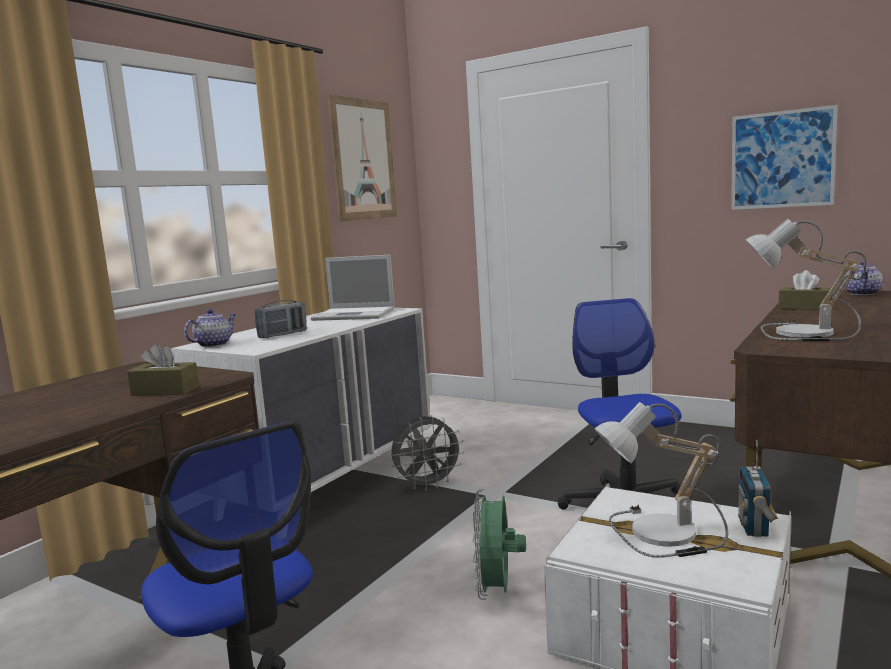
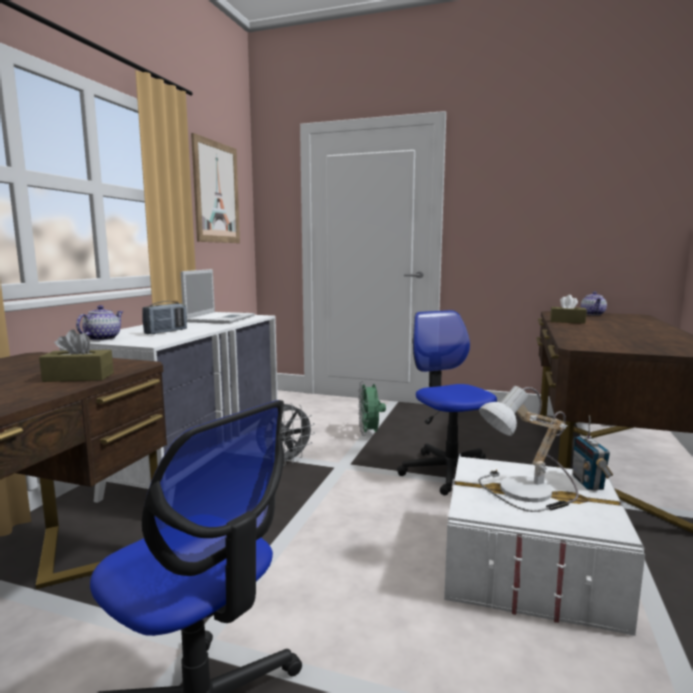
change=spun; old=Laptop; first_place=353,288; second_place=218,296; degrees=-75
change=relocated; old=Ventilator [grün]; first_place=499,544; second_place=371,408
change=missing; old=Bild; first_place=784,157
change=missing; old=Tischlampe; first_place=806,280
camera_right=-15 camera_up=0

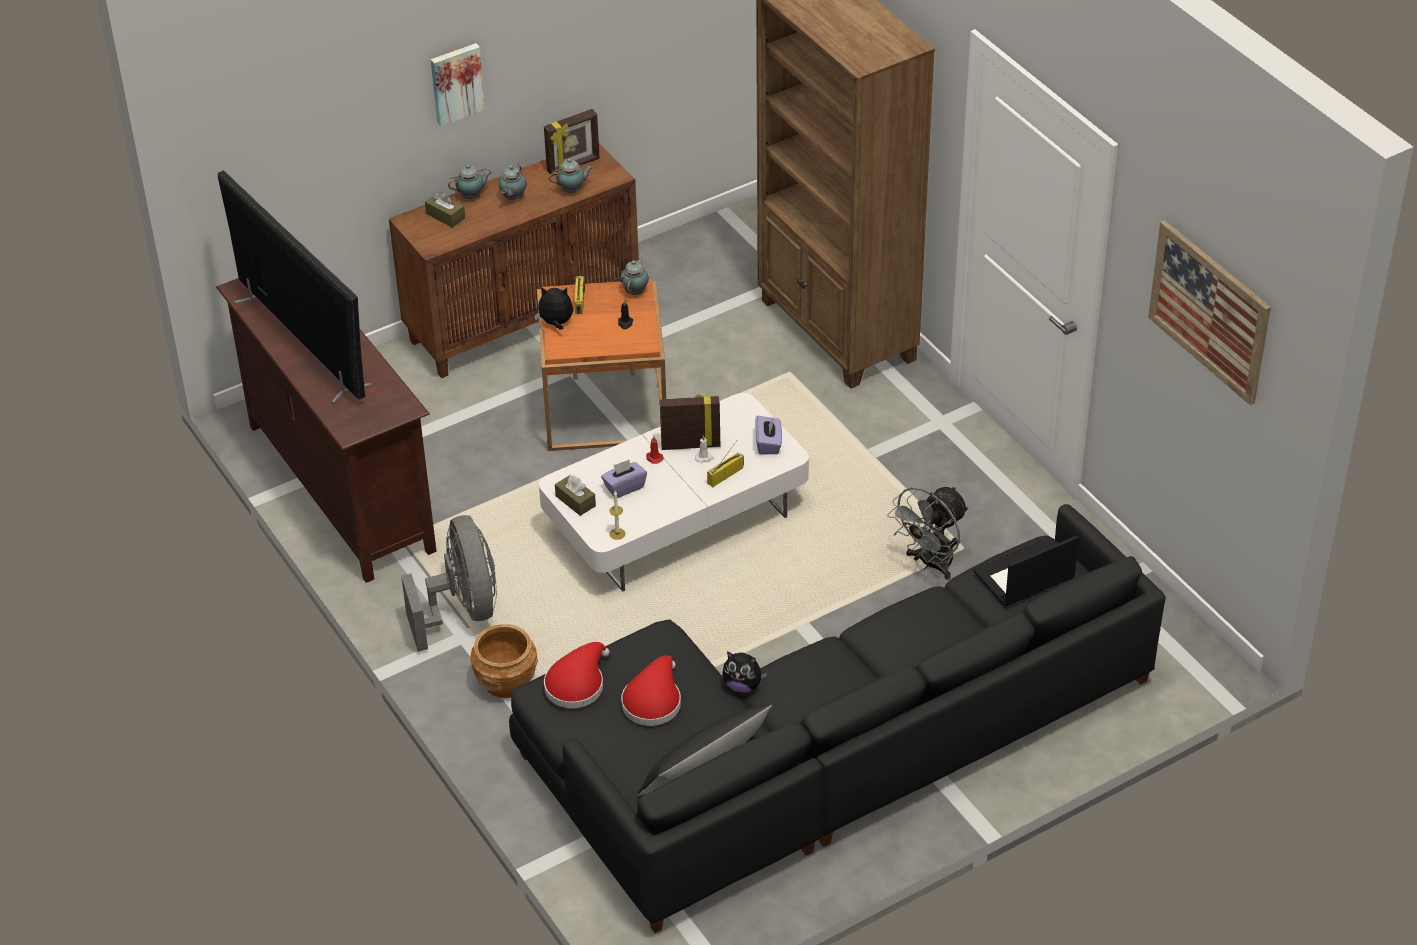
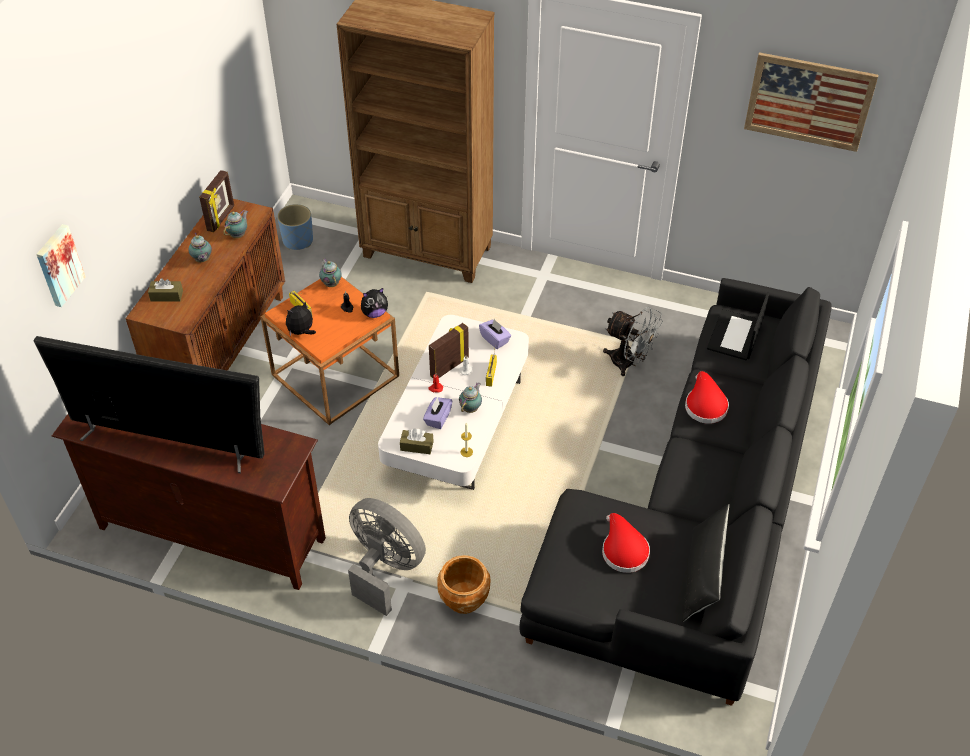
change=relocated; old=Bild; first_place=458,84; second_place=61,265
change=appeared; new=Pflanzkübel [blau]; second_place=295,227
change=relocated; old=Plüschtier; first_place=745,672; second_place=374,303
change=relocated; old=Teekanne; first_place=470,182; second_place=470,398
change=spun; old=Ventilator [grau]; first_place=928,533; second_place=633,341; degrees=-60
change=relocated; old=Hut [rot]; first_place=577,675; second_place=707,397
camera_right=-40 camera_up=5

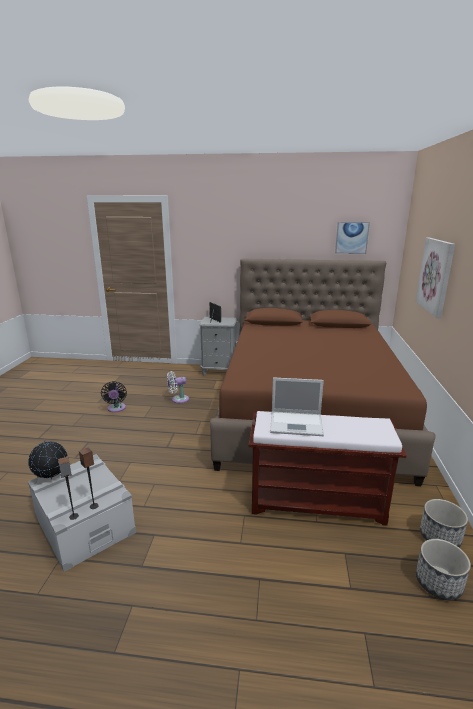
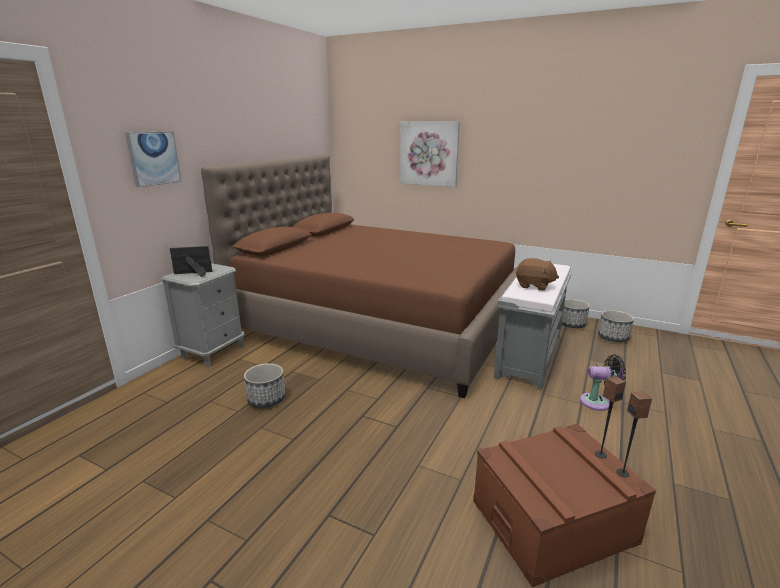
change=relocated; old=Bild; first_place=352,238; second_place=153,159
change=exchanged; old=Ventilator [weiß]; new=Pflanzkübel; first_place=178,387; second_place=264,385
change=colour; old=Aufbewahrungsbox [grau]; new=Aufbewahrungsbox [braun]; first_place=82,513; second_place=564,505
change=colour; old=Bank [braun]; new=Bank [grau]; first_place=328,468; second_place=533,327
change=exchanged; old=Laptop; new=Plüschtier [braun]; first_place=297,406; second_place=537,274
change=relocated; old=Ventilator [schwarz]; first_place=114,396; second_place=603,383
change=missing; old=Globus; first_place=48,459
camera_right=-70 camera_up=0

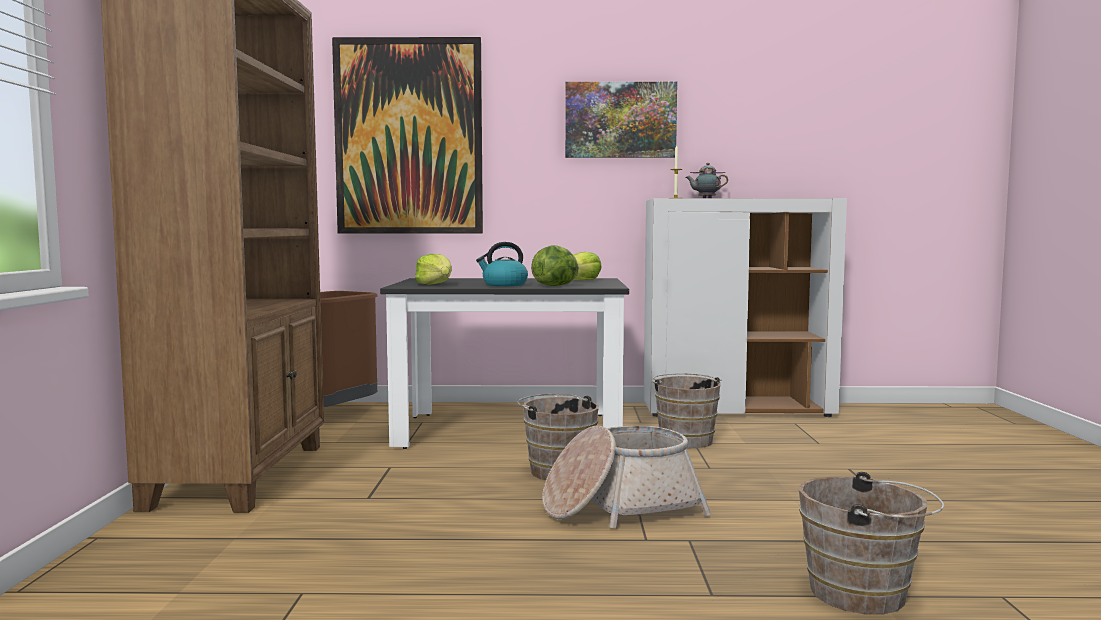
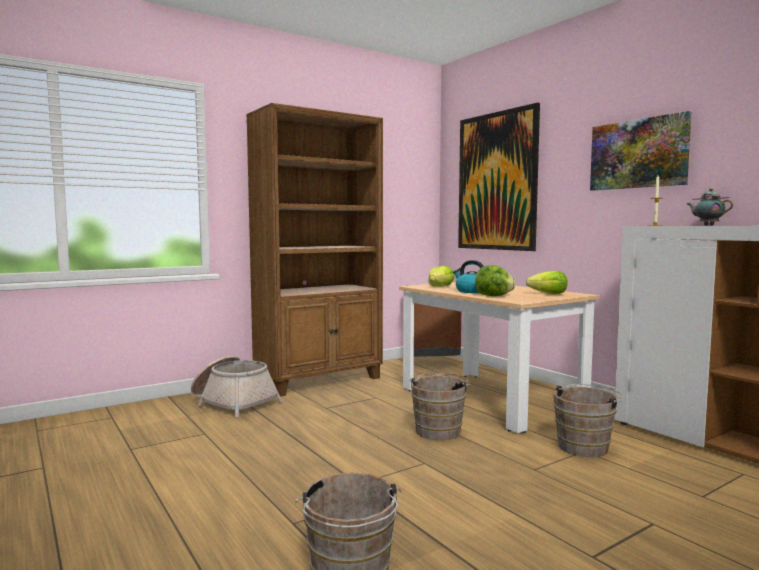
change=relocated; old=Korb; first_place=626,477; second_place=236,387
change=colour; old=Esstisch [schwarz]; new=Esstisch [beige]; first_place=504,363; second_place=499,357
camera_right=55 camera_up=0

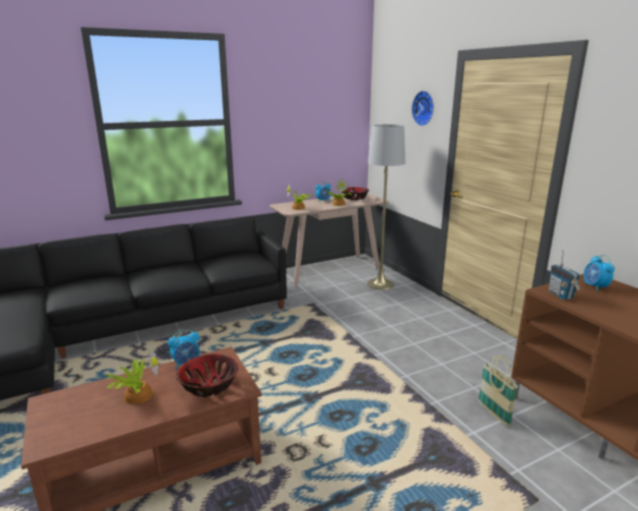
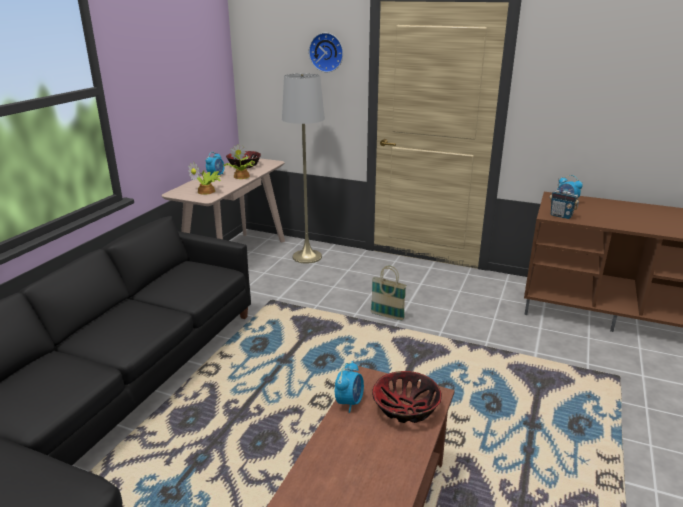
change=relocated; old=Korb; first_place=498,390; second_place=388,293
change=missing; old=Topfpflanze; first_place=132,376
camera_right=-40 camera_up=5

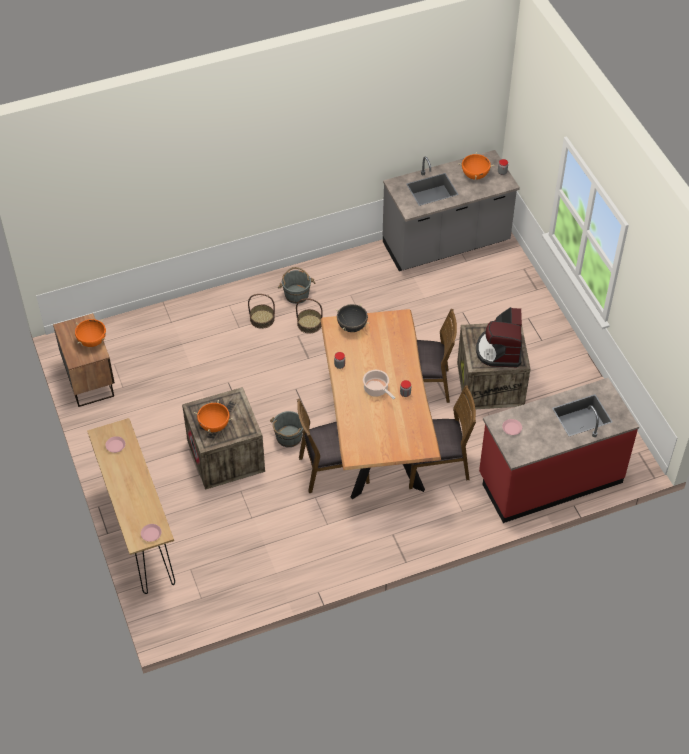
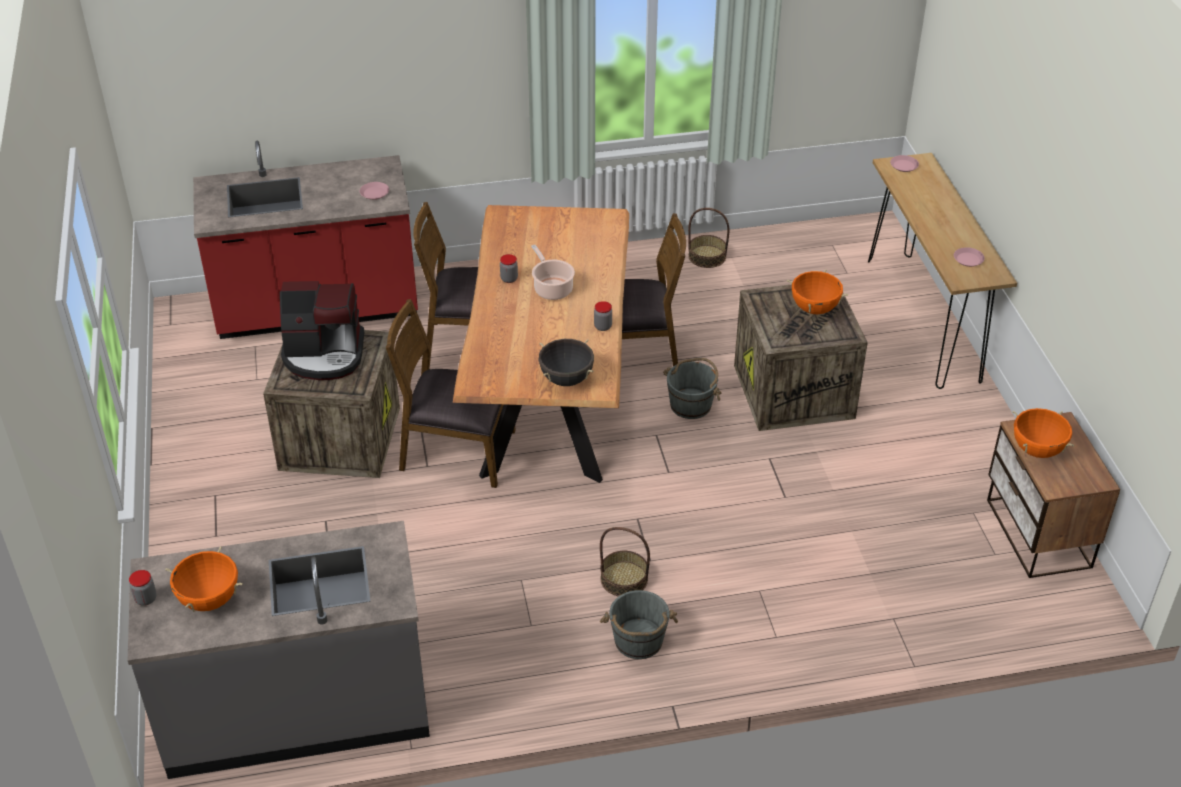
change=spun; old=Kaffeemaschine; first_place=499,337; second_place=322,330; degrees=75
change=relocated; old=Korb; first_place=261,311; second_place=708,238
camera_right=-170 camera_up=-10

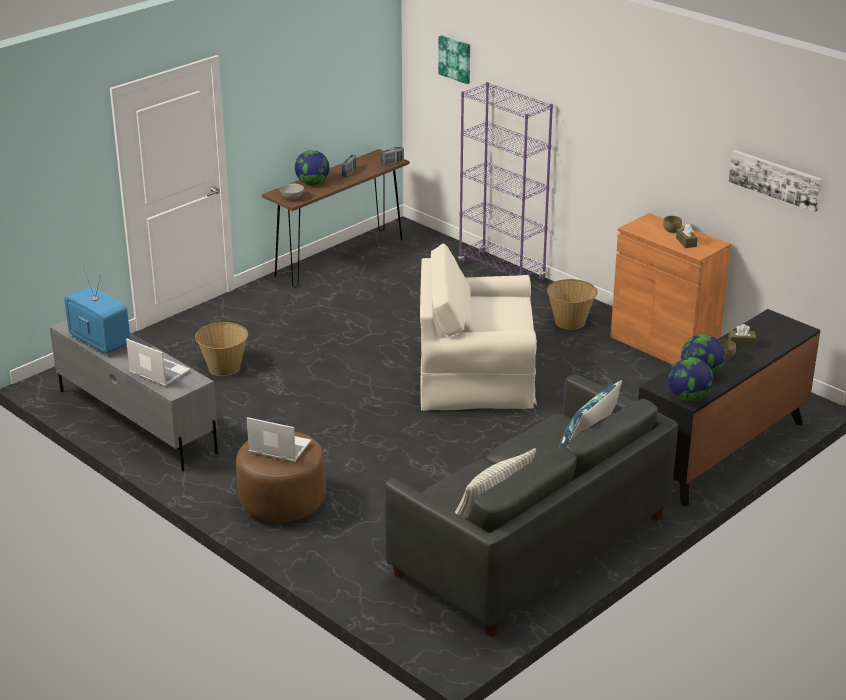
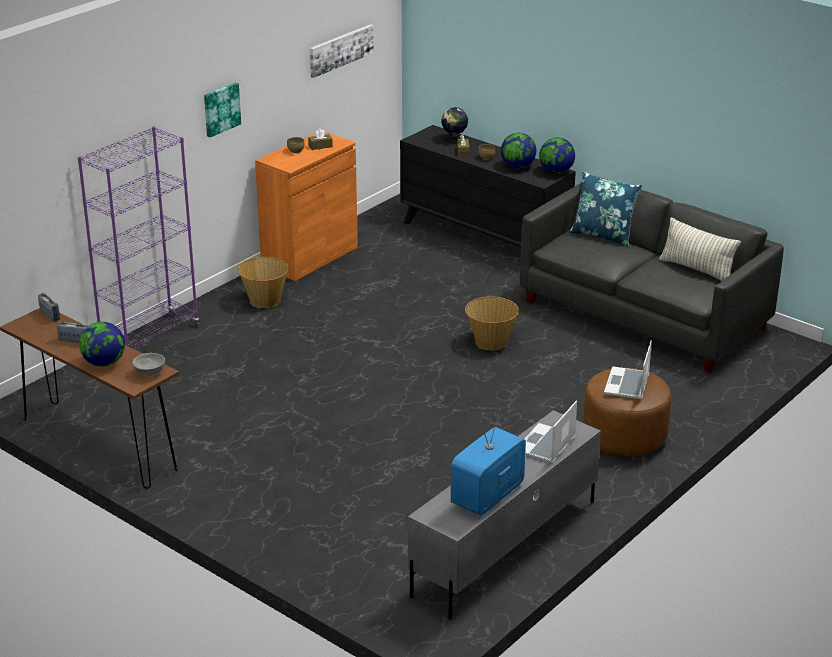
change=relocated; old=Bild; first_place=454,59; second_place=222,110
change=appeared; new=Globus; second_place=454,124
change=relocated; old=Korb; first_place=221,349; second_place=492,323
change=missing; old=Sessel [beige]; first_place=478,327
camera_right=-95 camera_up=0

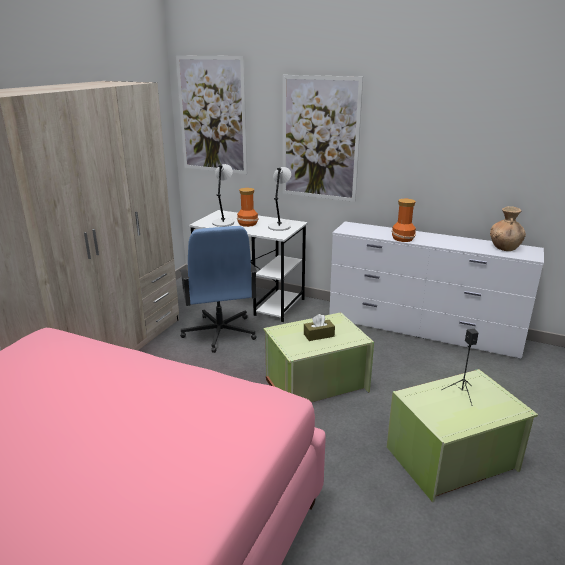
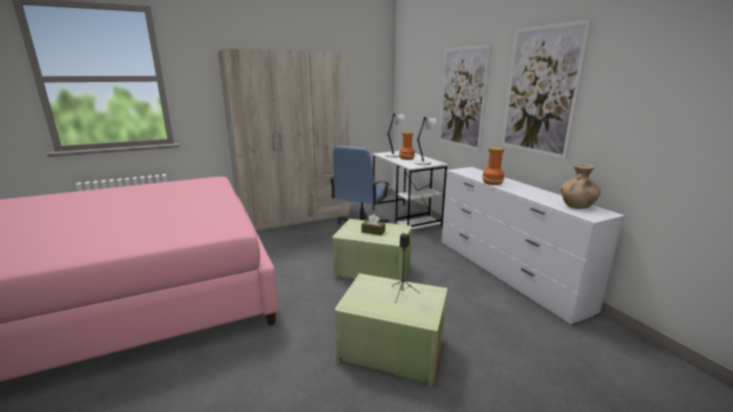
change=relocated; old=Bild; first_place=211,114; second_place=547,89
camera_right=40 camera_up=-5

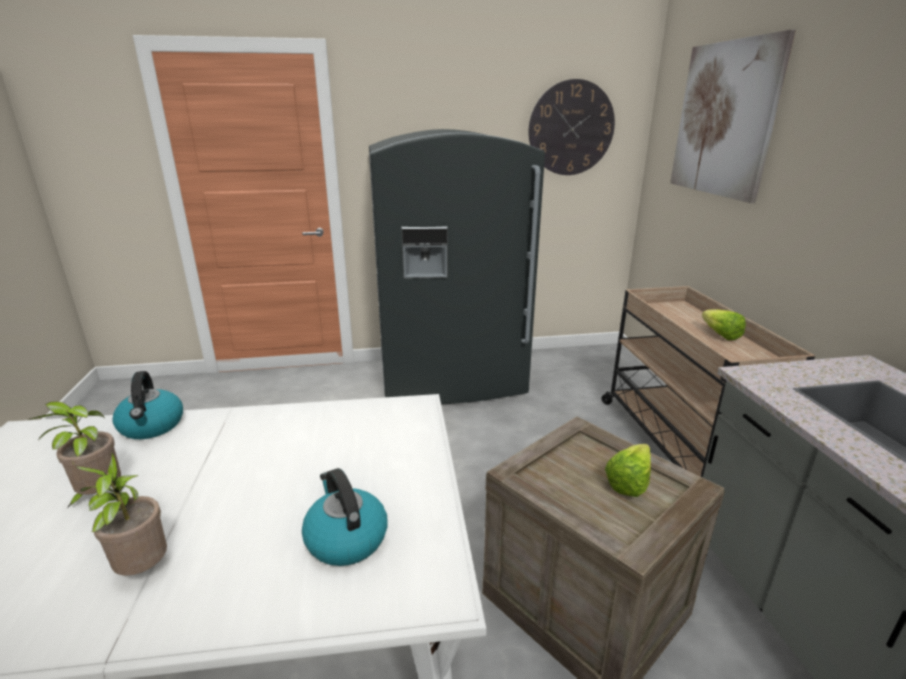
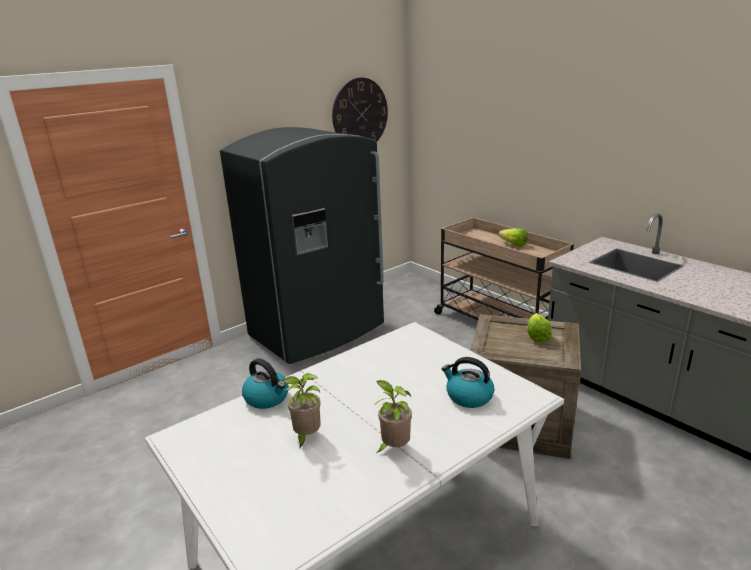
change=missing; old=Bild; first_place=733,116
camera_right=-30 camera_up=0

